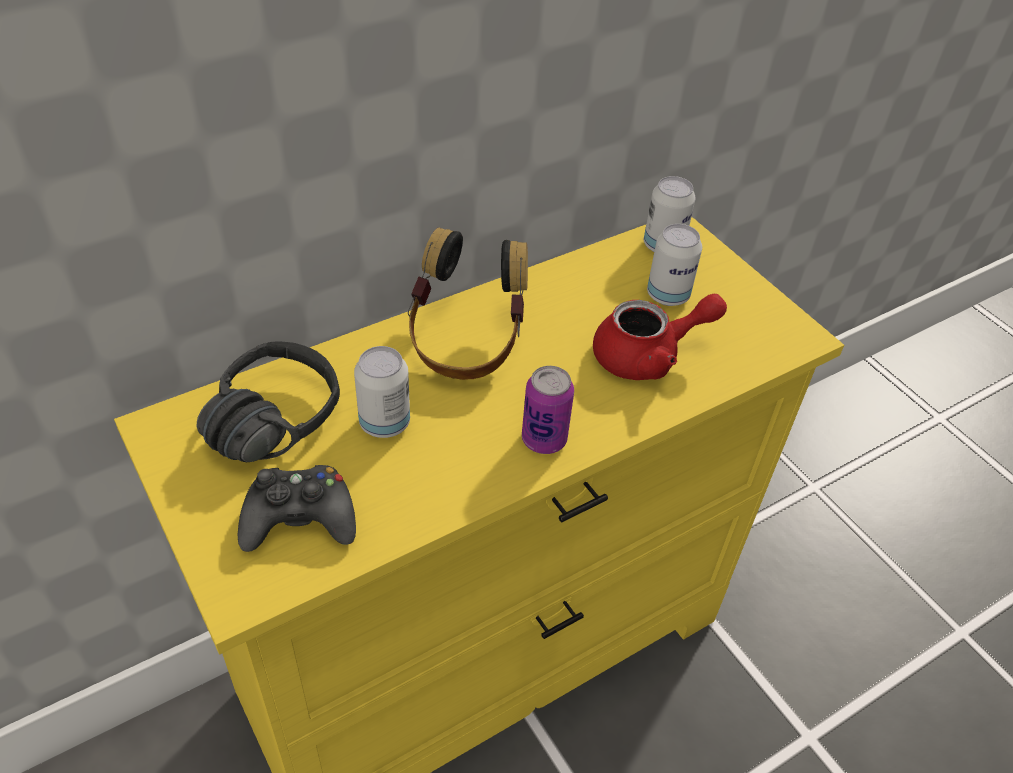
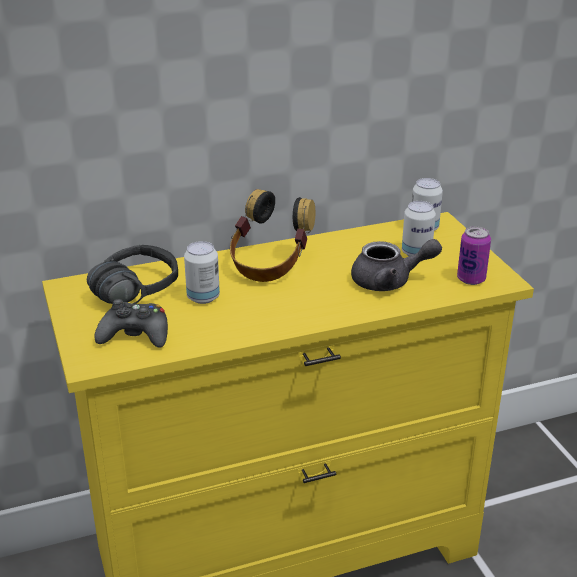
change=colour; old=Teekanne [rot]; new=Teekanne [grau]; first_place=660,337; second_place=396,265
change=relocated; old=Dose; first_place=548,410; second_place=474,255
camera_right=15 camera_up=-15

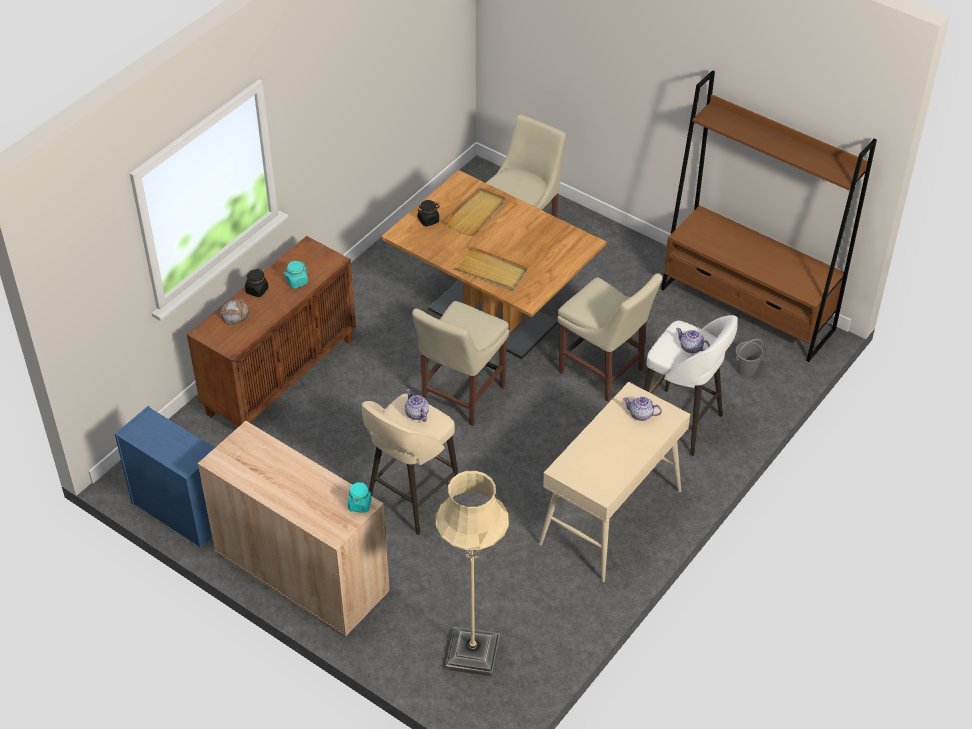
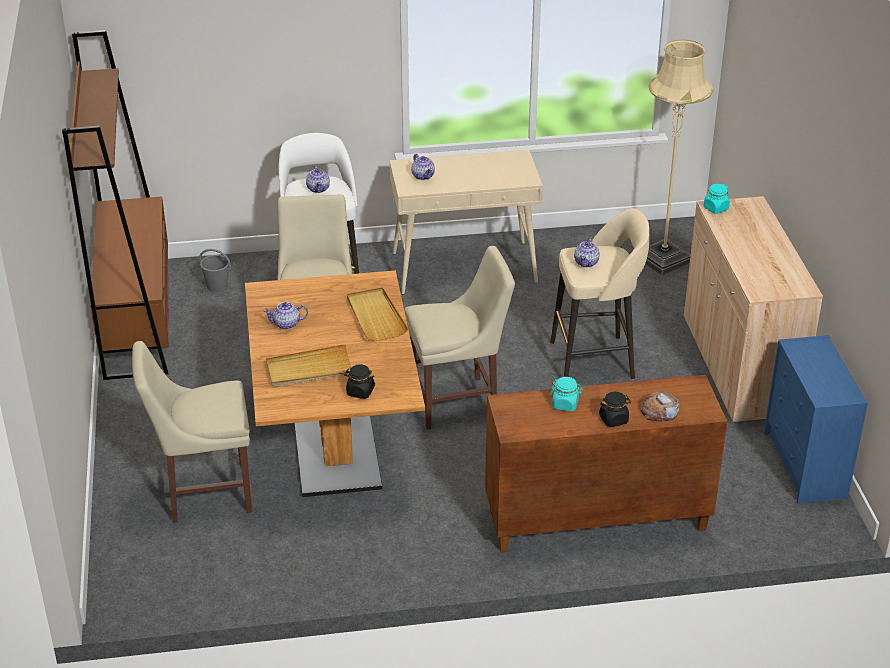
change=appeared; new=Teekanne; second_place=285,316
camera_right=-135 camera_up=-10

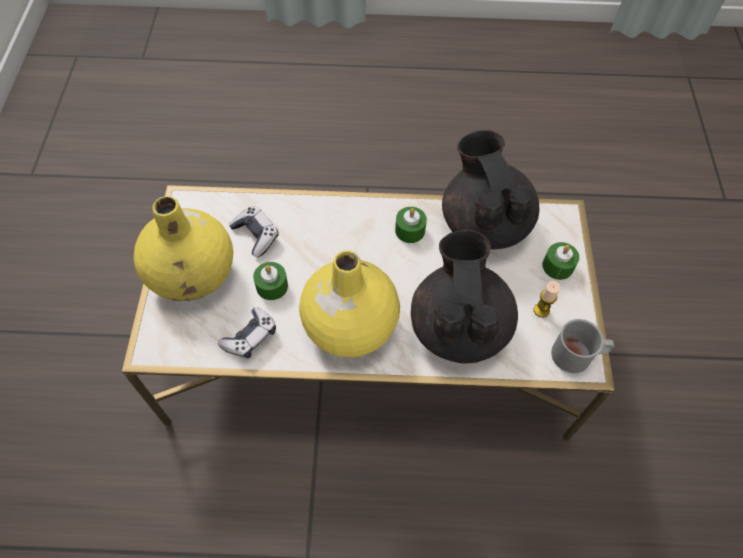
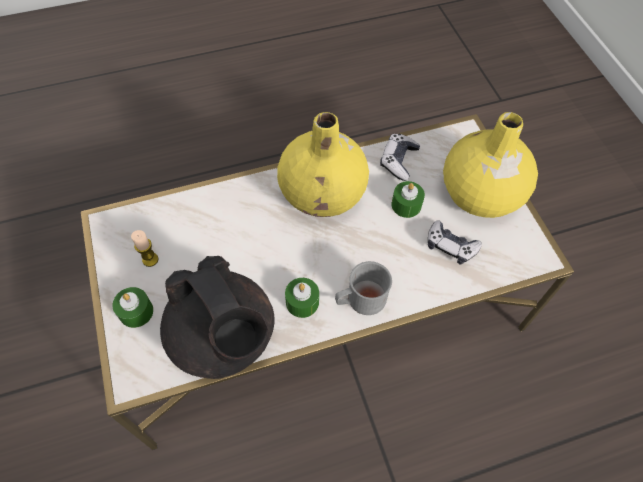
change=relocated; old=Henkelbecher [grau]; first_place=582,346; second_place=363,288
change=missing; old=Teekanne [schwarz]; first_place=464,296
camera_right=160 camera_up=0

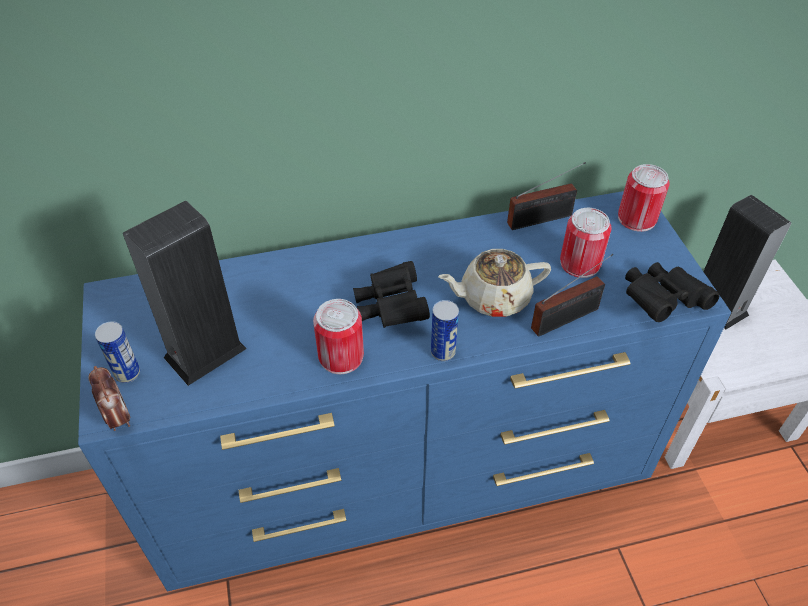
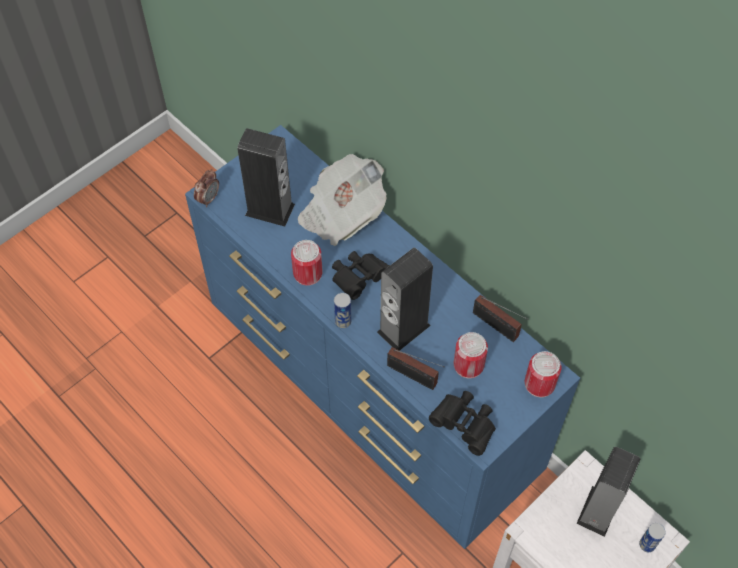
change=appeared; new=Zeitung; second_place=342,200
change=exchanged; old=Teekanne [beige]; new=Lautsprecher; first_place=494,283; second_place=405,299
change=relocated; old=Dose; first_place=117,352; second_place=652,537
camera_right=60 camera_up=10

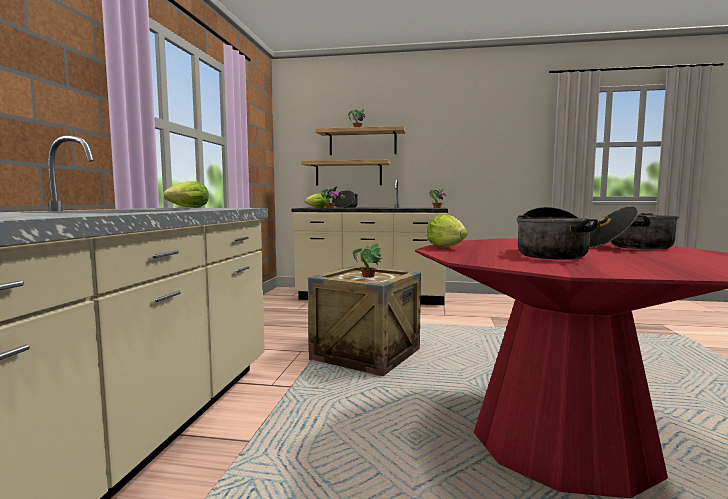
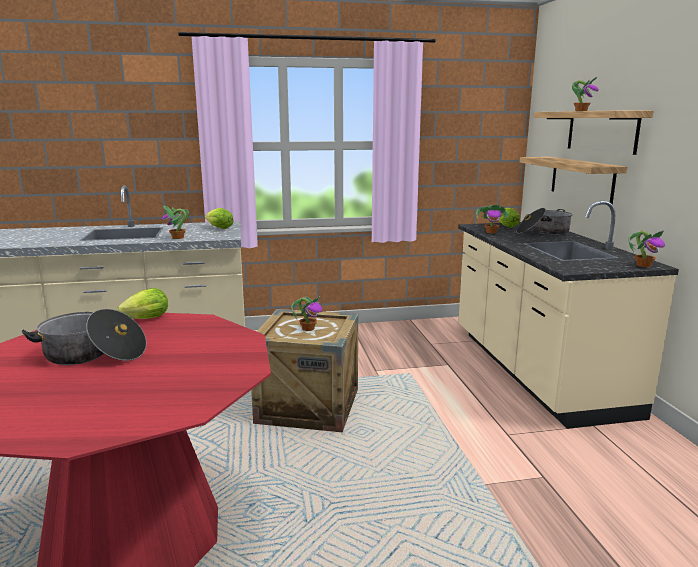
change=appeared; new=Topfpflanze; second_place=175,222
change=missing; old=Kochtopf; first_place=634,228
camera_right=70 camera_up=10

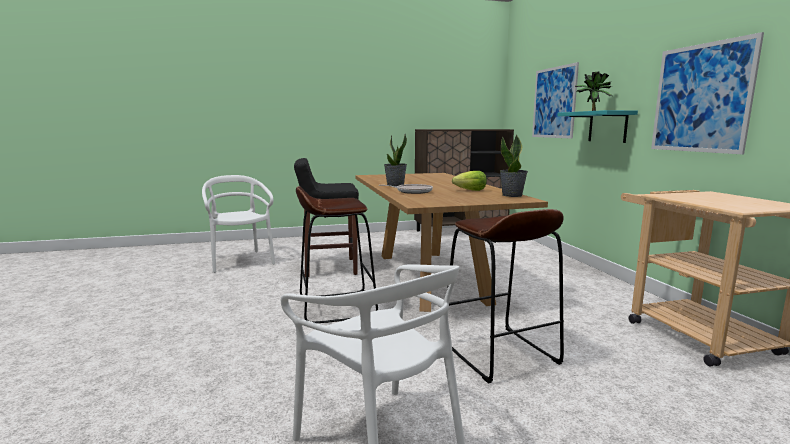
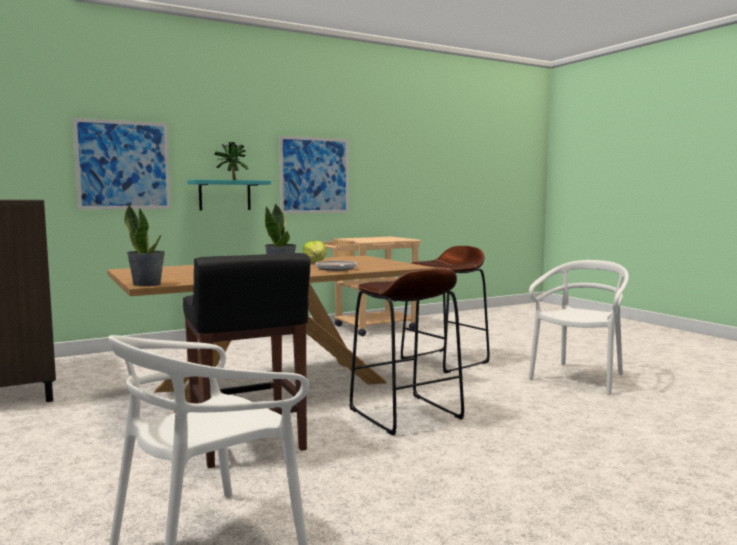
change=relocated; old=Topfpflanze; first_place=514,166; second_place=144,245
camera_right=-105 camera_up=-5

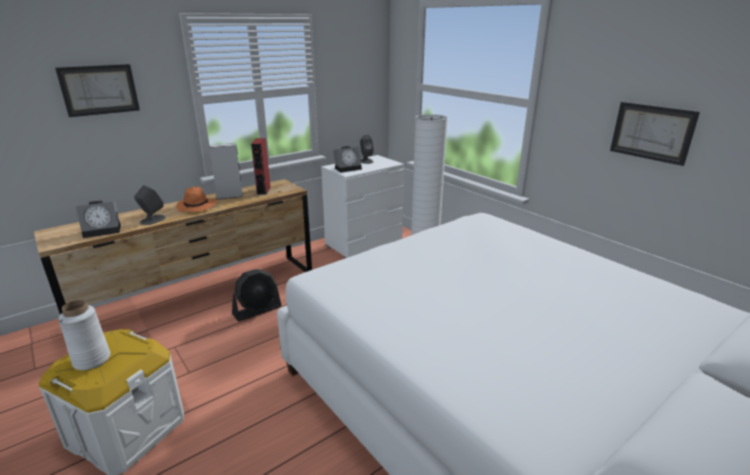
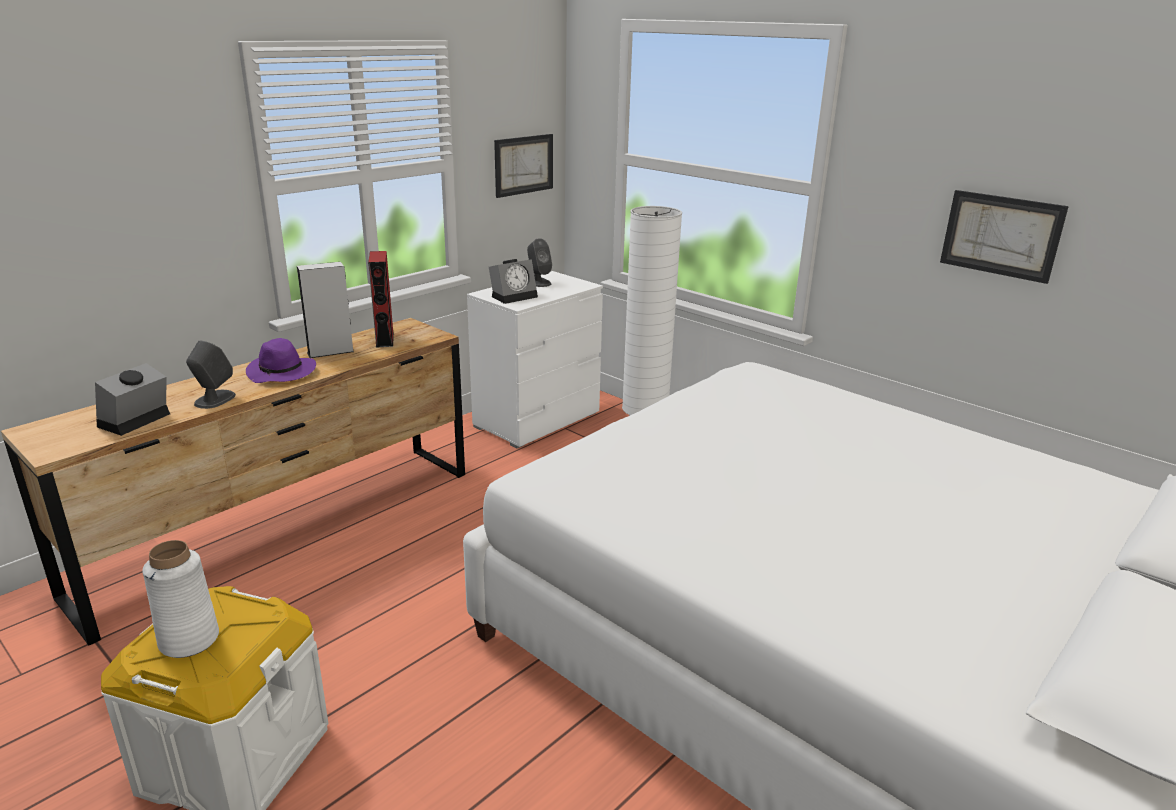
change=spun; old=Wecker; first_place=98,219; second_place=132,399; degrees=150
change=colour; old=Hut [orange]; new=Hut [lila]; first_place=196,199; second_place=281,360
change=relocated; old=Bild; first_place=97,90; second_place=523,166
change=missing; old=Ventilator [schwarz]; first_place=256,295
camera_right=-10 camera_up=0

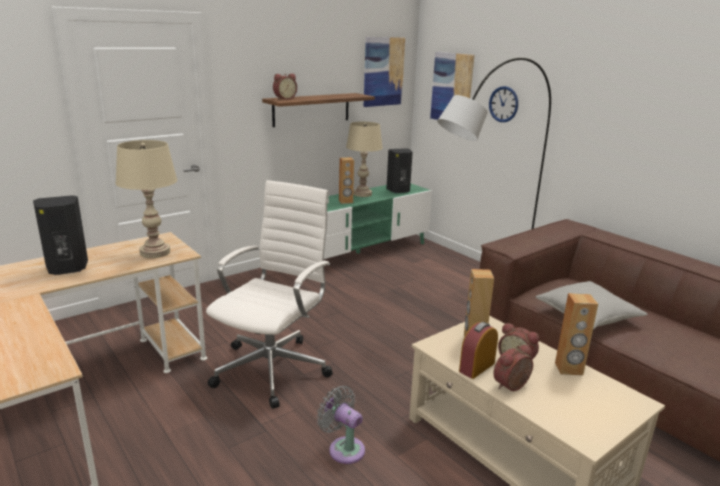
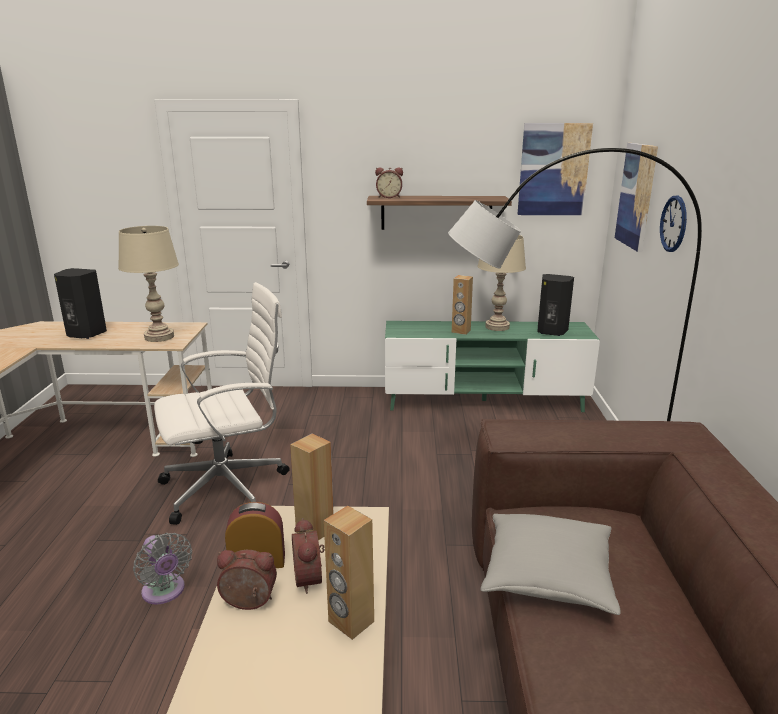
change=spun; old=Ventilator [grau]; first_place=341,425; second_place=162,568; degrees=150
camera_right=40 camera_up=0

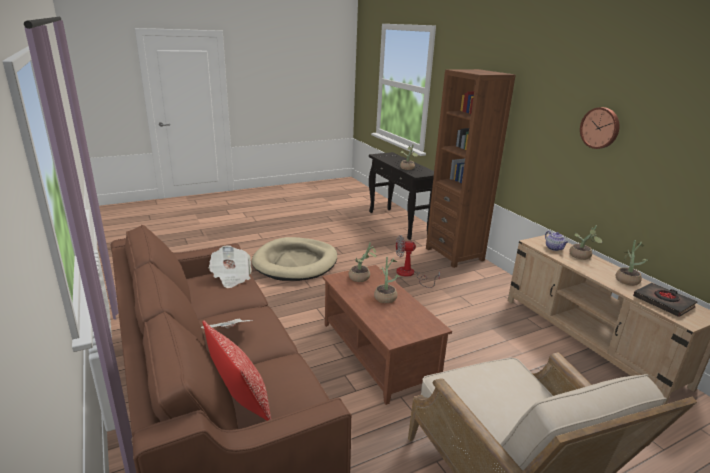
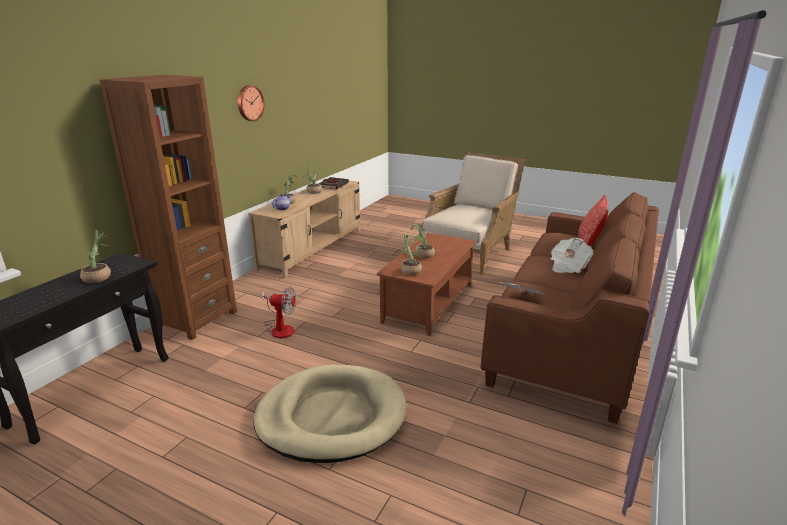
change=spun; old=Ventilator; first_place=418,261; second_place=278,312; degrees=-45
camera_right=-125 camera_up=0

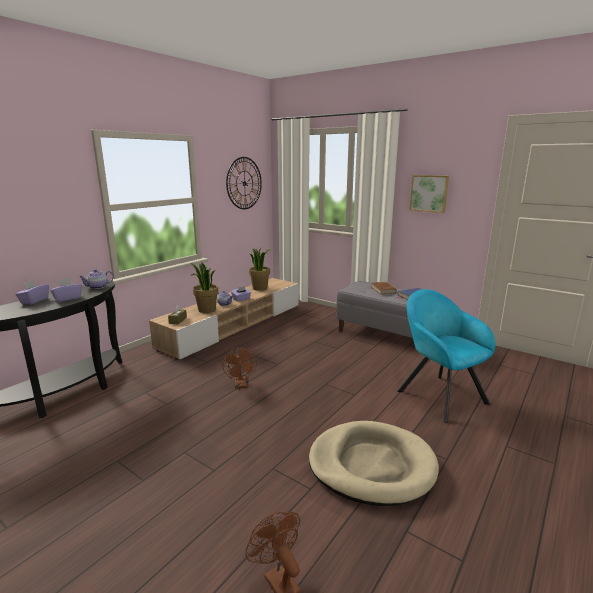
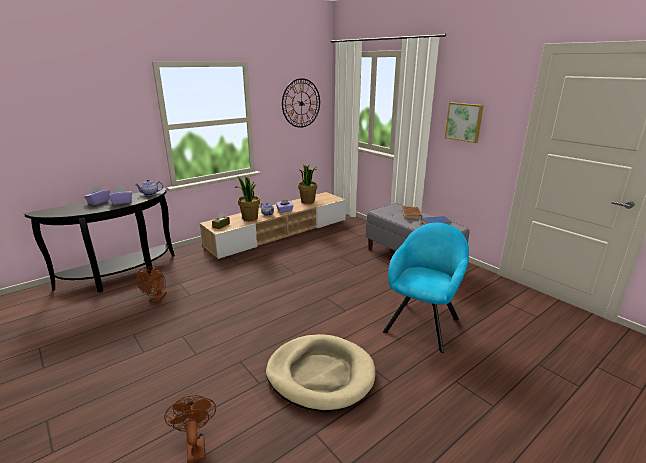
change=relocated; old=Ventilator [braun]; first_place=239,367; second_place=151,285
change=spun; old=Sessel [türkis]; first_place=446,356; second_place=426,288; degrees=45
camera_right=15 camera_up=5

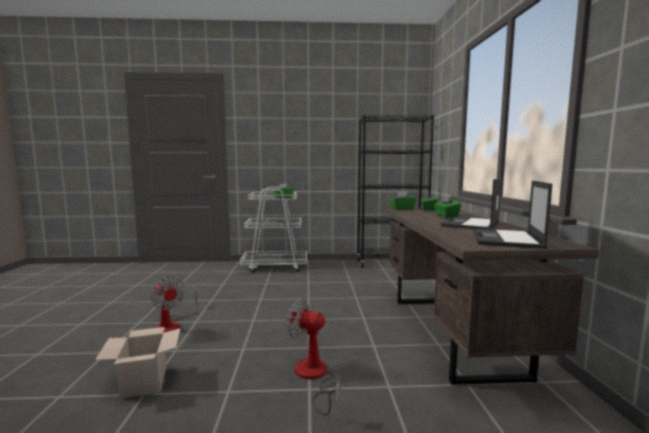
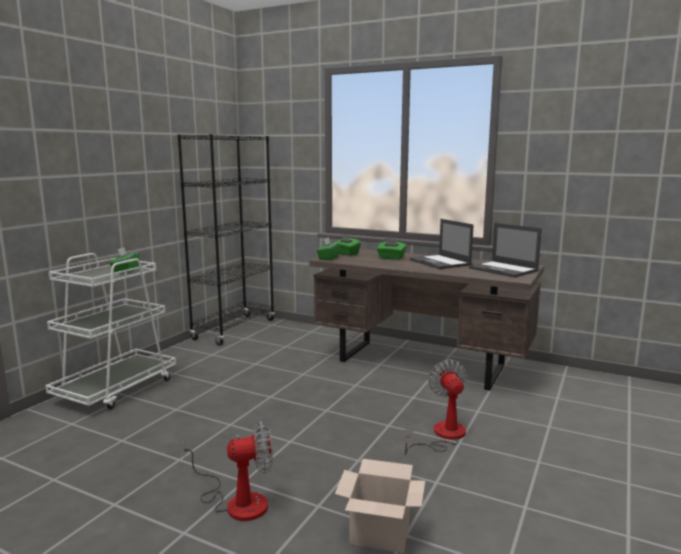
change=spun; old=Ventilator; first_place=313,356; second_place=435,407; degrees=120
camera_right=-60 camera_up=5

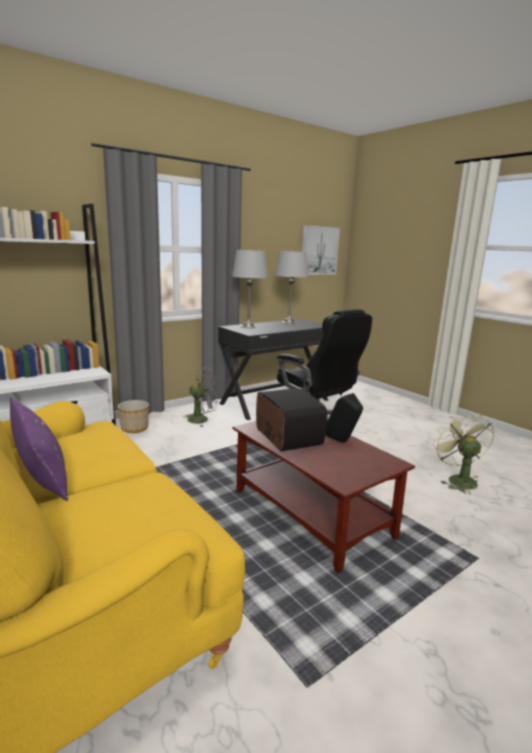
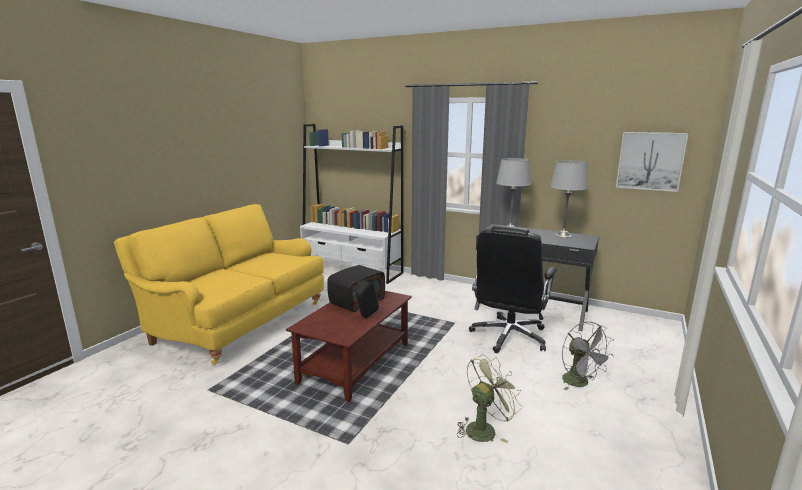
change=relocated; old=Ventilator [grau]; first_place=200,397; second_place=588,355
change=missing; old=Kissen [lila]; first_place=39,449
change=missing; old=Pflanzkübel; first_place=133,416
camera_right=65 camera_up=0

